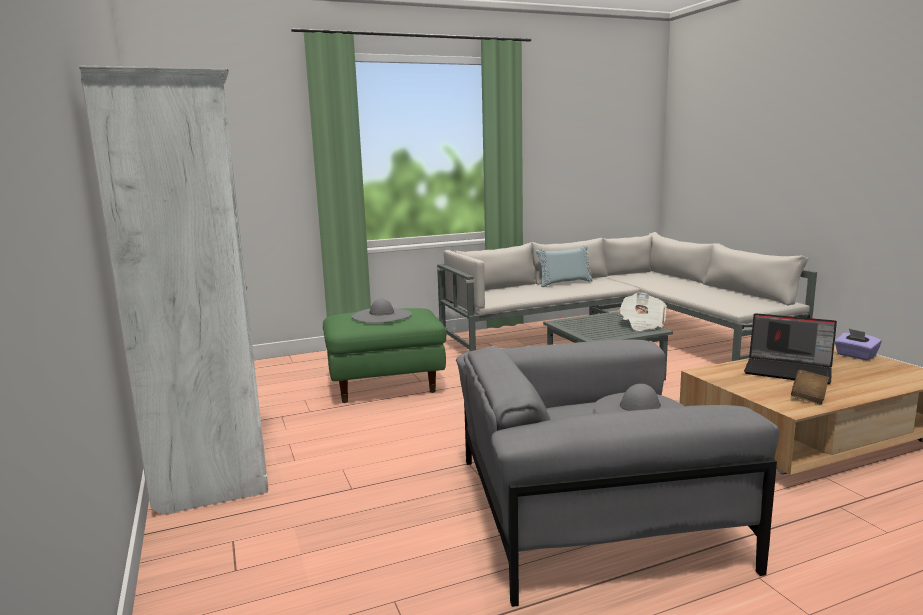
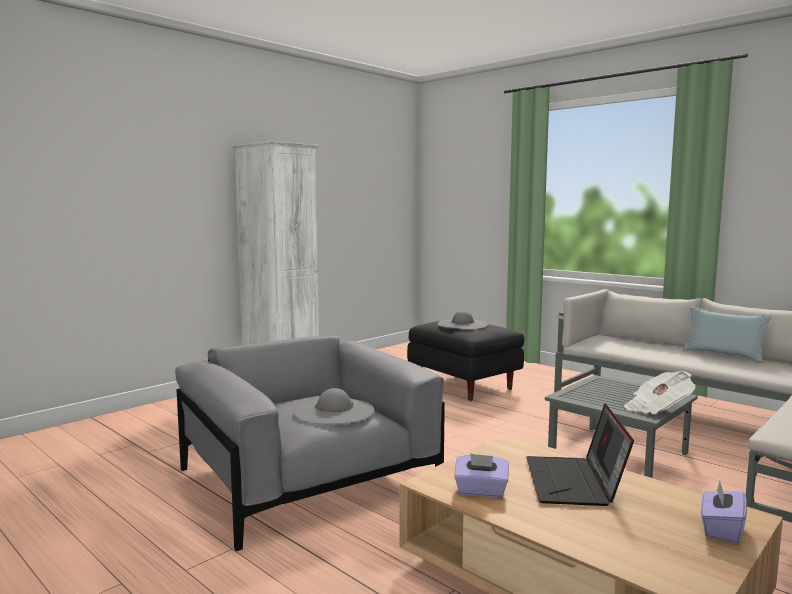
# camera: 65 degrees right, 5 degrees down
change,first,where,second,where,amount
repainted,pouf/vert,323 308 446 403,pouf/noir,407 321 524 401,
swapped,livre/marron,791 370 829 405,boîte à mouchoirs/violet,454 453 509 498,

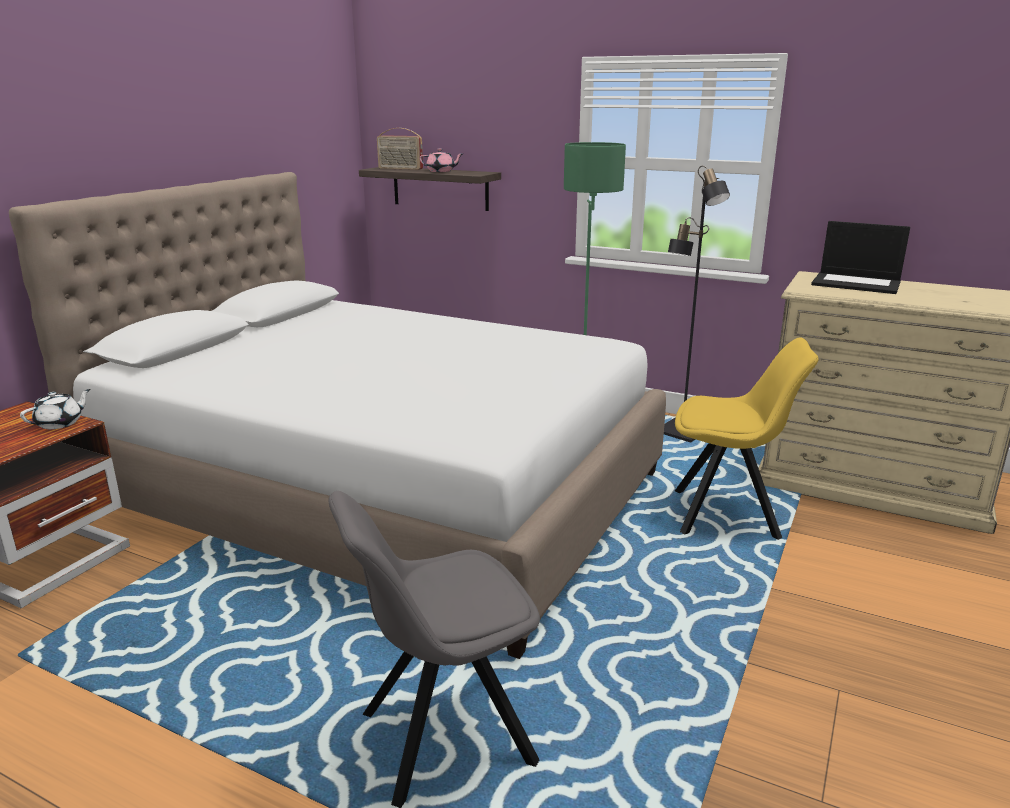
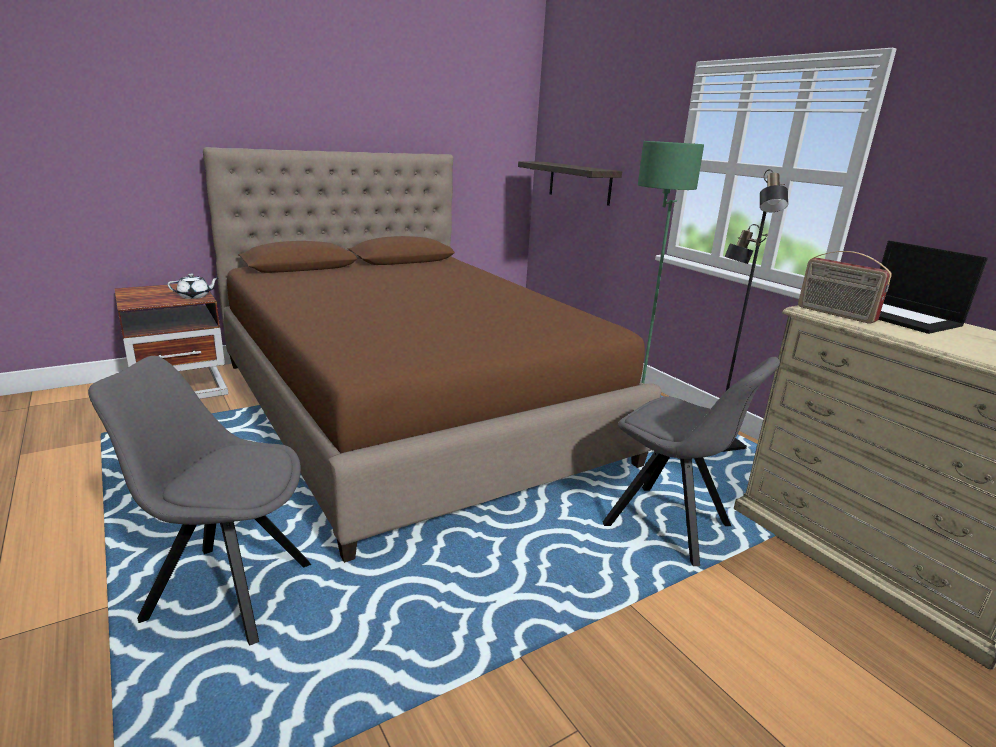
# camera: 30 degrees right, 0 degrees up
change,first,where,second,where,amount
shifted,radio,377 128 423 170,,798 251 892 324,
gone,théière/rose,420 148 462 172,,,
repainted,lit/blanc,9 172 666 659,lit/marron,203 147 662 563,
repainted,chaise/jaune,675 337 819 540,chaise/gris,603 357 780 566,

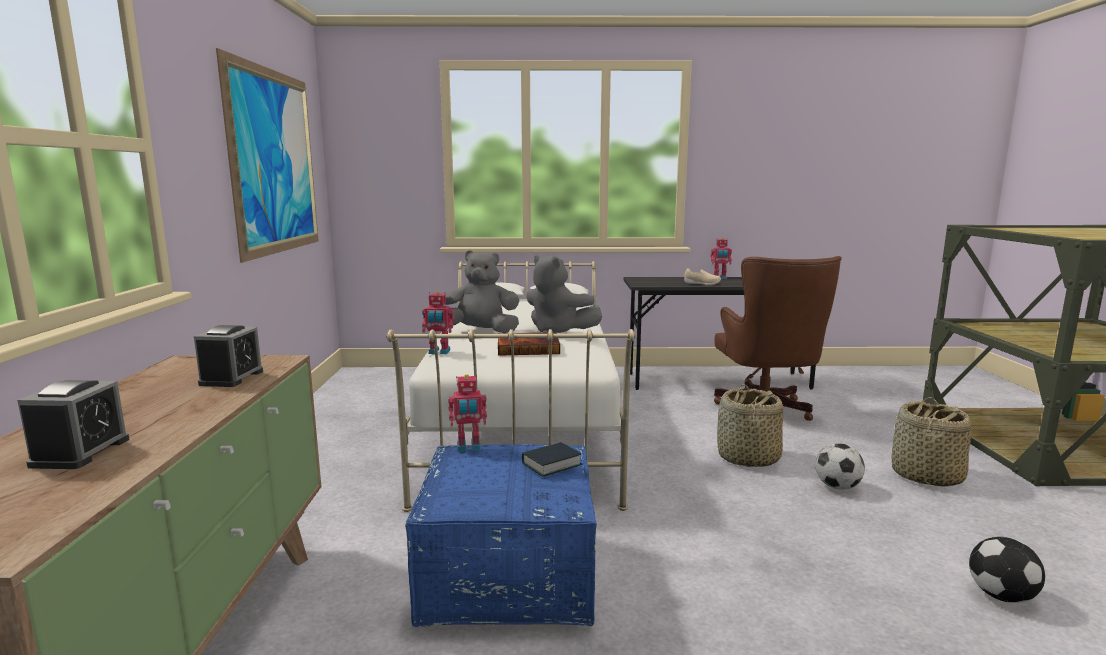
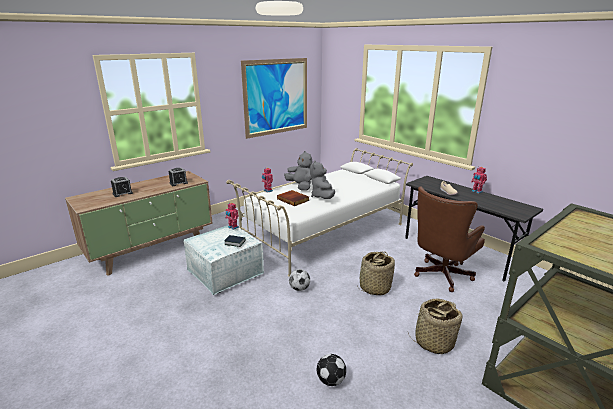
# camera: 50 degrees right, 10 degrees up
change,first,where,second,where,amount
shifted,ballon de foot,815 443 865 490,,289 269 310 291,
repainted,pouf/bleu,405 444 597 627,pouf/blanc,183 225 264 295,

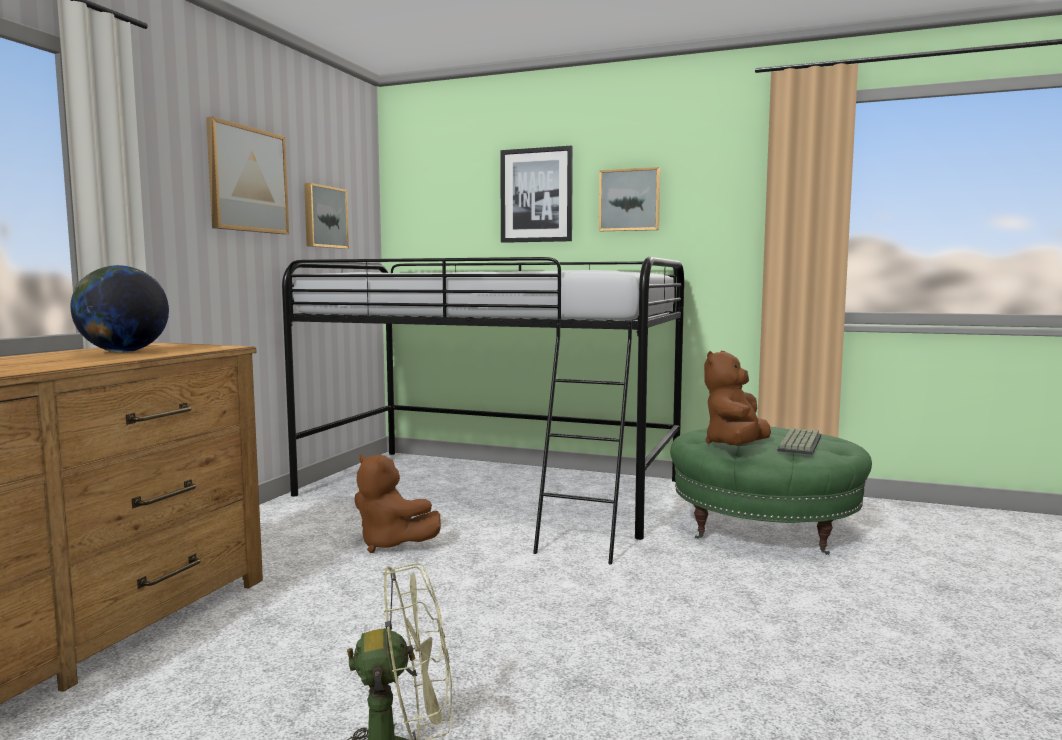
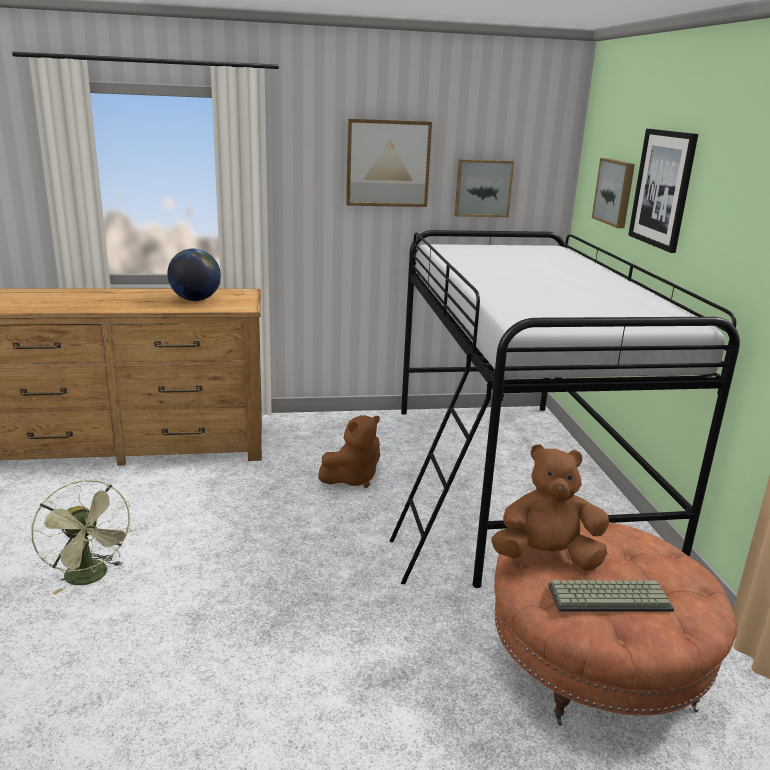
# camera: 60 degrees right, 15 degrees up
change,first,where,second,where,amount
shifted,tableau,599 167 661 231,,592 158 635 228,
repainted,pouf/vert,670 427 872 555,pouf/marron,494 519 737 726,
rotated,peluche/marron,354 454 441 553,,318 415 380 488,135 degrees counterclockwise

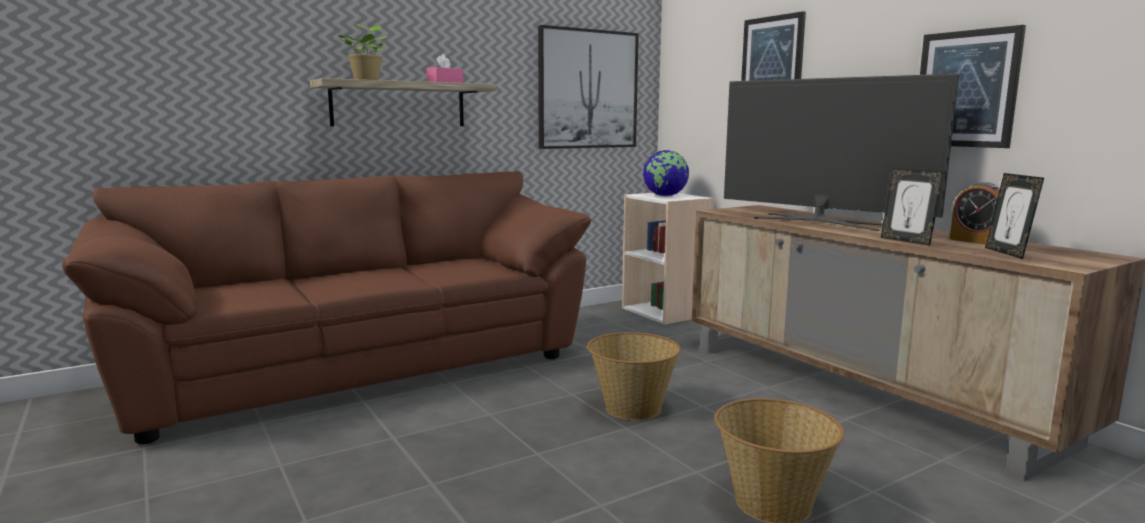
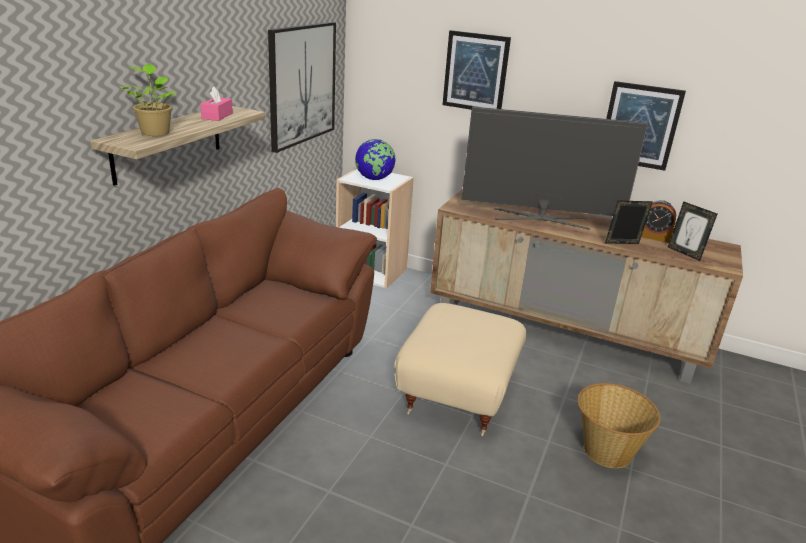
# camera: 35 degrees left, 15 degrees up
change,first,where,second,where,amount
rotated,cadre photo,881 168 944 246,,605 200 653 244,150 degrees clockwise
swapped,panier,587 332 681 420,pouf/beige,394 303 526 436,

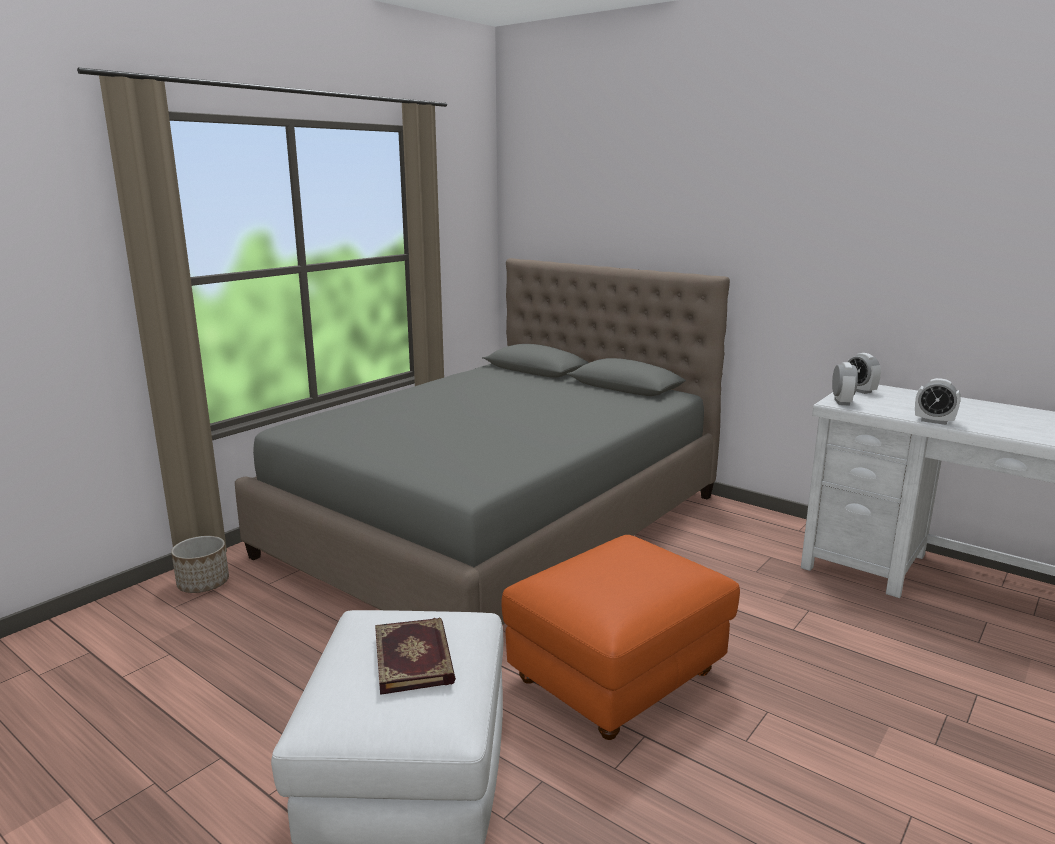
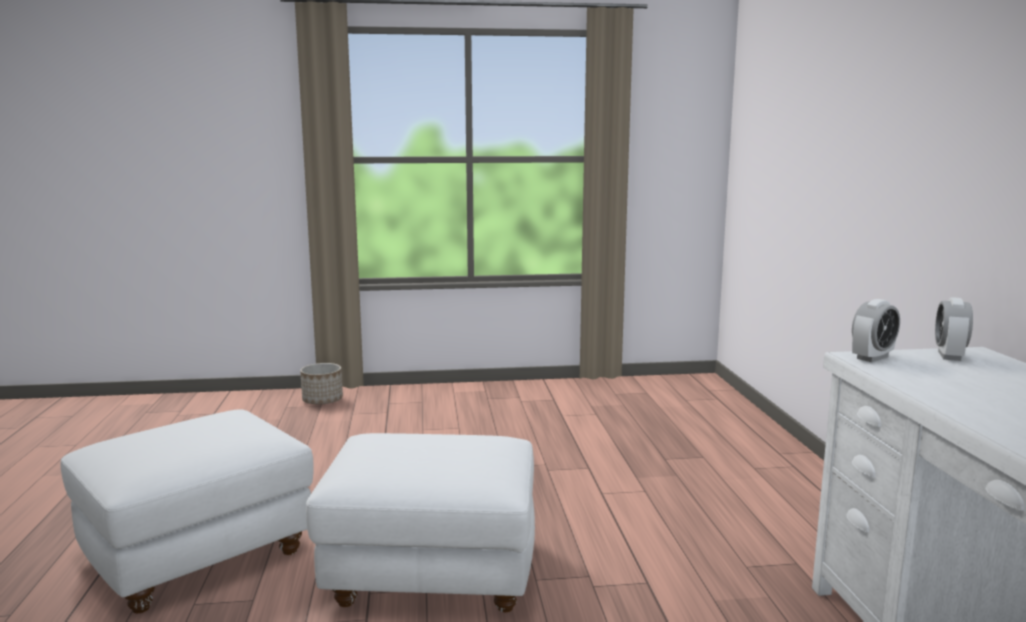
# camera: 45 degrees right, 5 degrees down
change,first,where,second,where,amount
gone,lit/gris,235 258 730 625,,,
gone,réveil,915 378 961 425,,,
repainted,pouf/orange,502 535 740 740,pouf/blanc,306 433 535 612,
gone,livre,375 618 456 695,,,

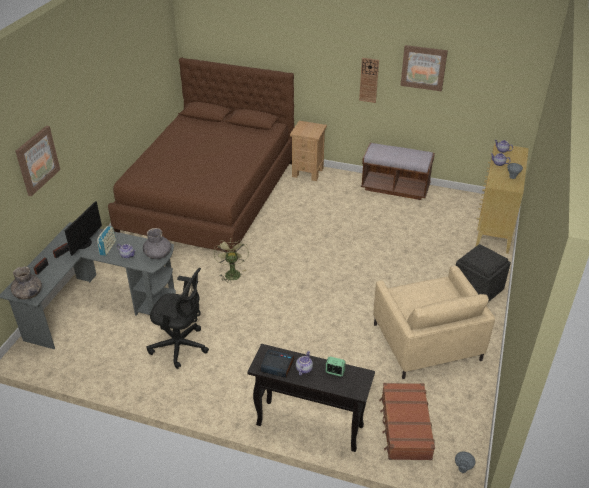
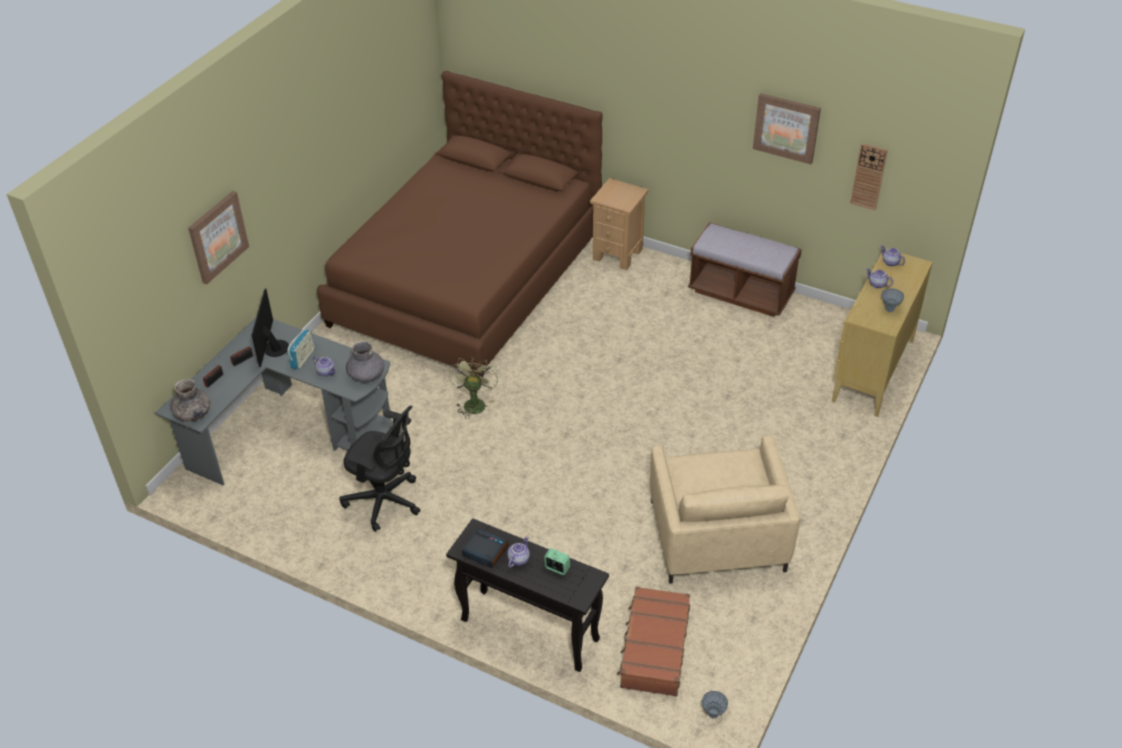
# camera: 10 degrees right, 5 degrees up
change,first,where,second,where,amount
shifted,horloge murale,359 58 379 103,,850 143 888 210,
rotated,écran d'ordinateur,64 201 102 256,,252 289 289 367,150 degrees clockwise
gone,pouf/gris,456 244 511 302,,,

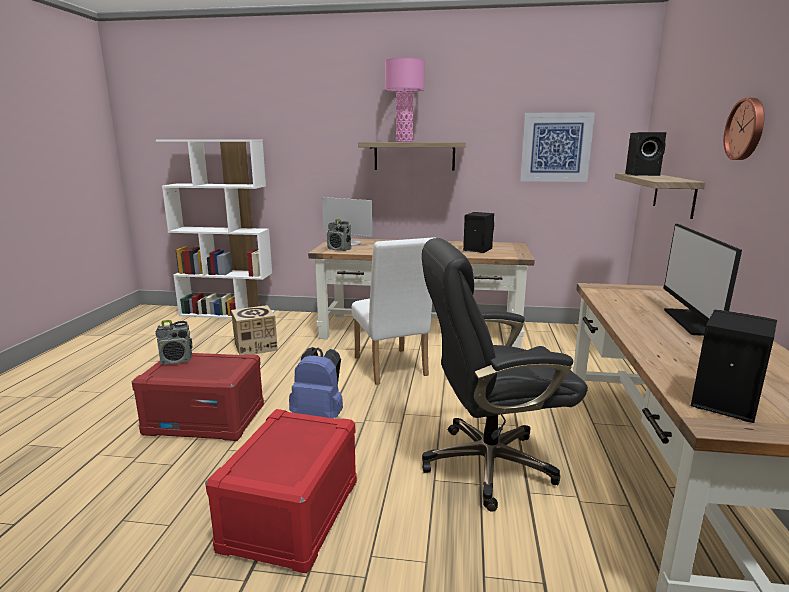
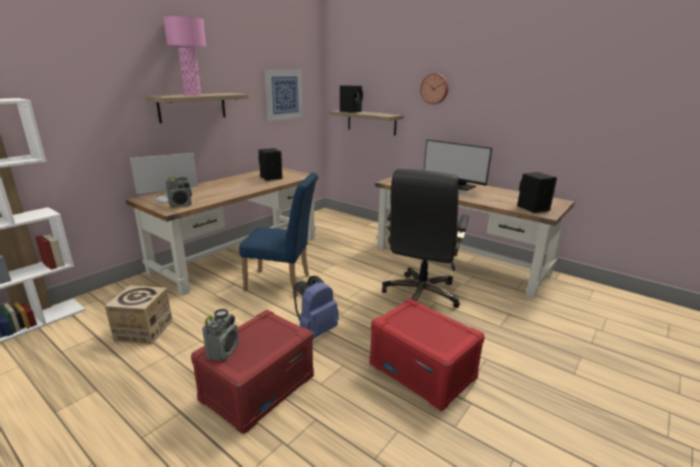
# camera: 60 degrees left, 5 degrees up
change,first,where,second,where,amount
repainted,chaise/blanc,352 237 435 385,chaise/bleu,239 173 318 297,

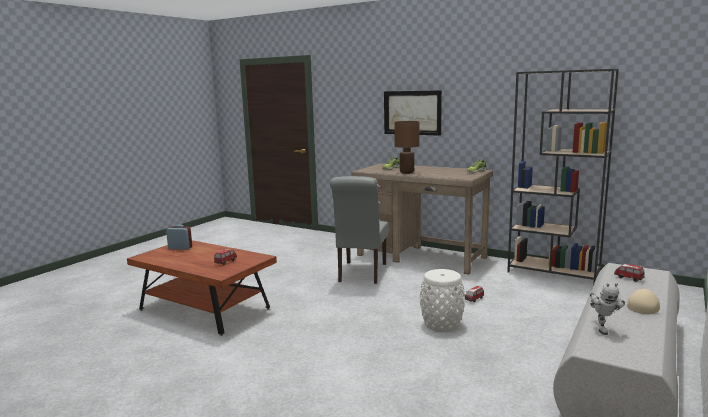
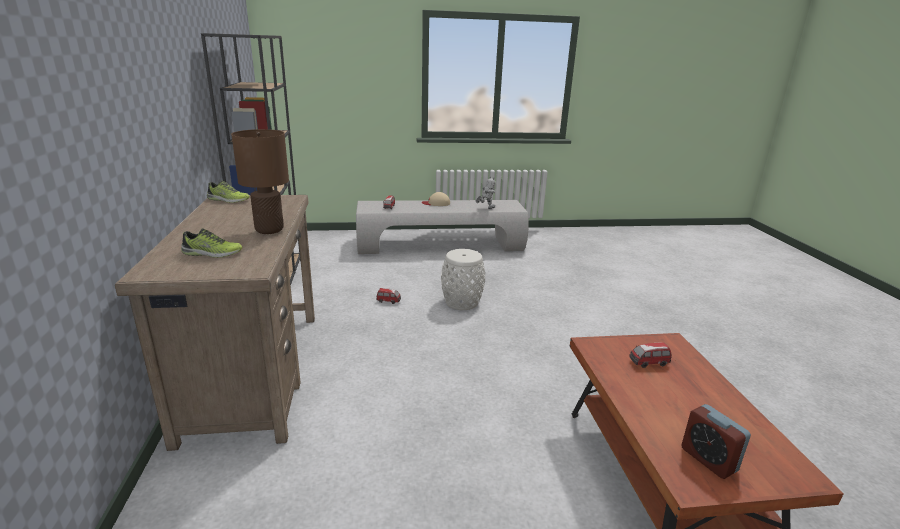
# camera: 130 degrees left, 10 degrees up
change,first,where,second,where,amount
gone,tableau,384 90 442 136,,,
gone,chaise/gris,330 176 389 284,,,

